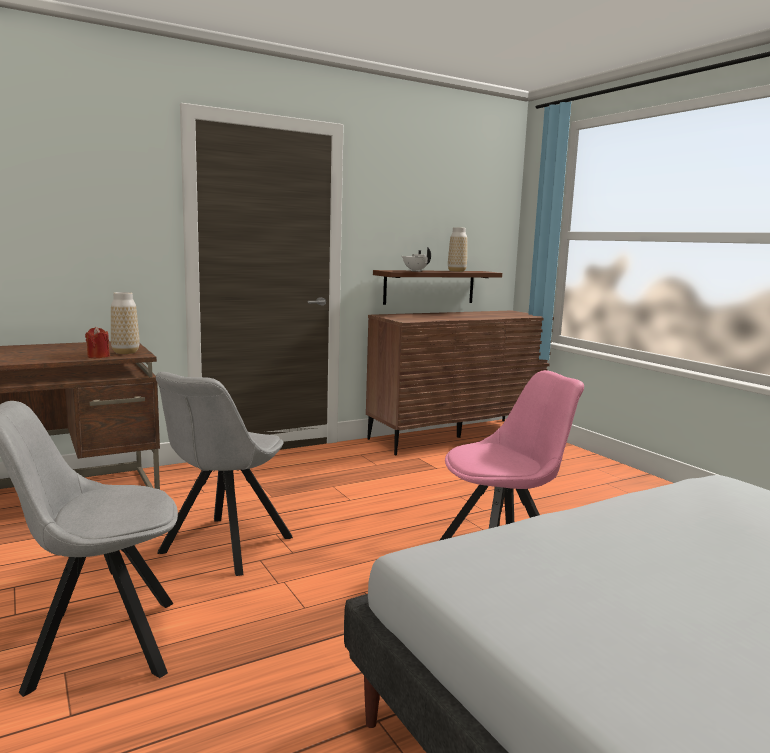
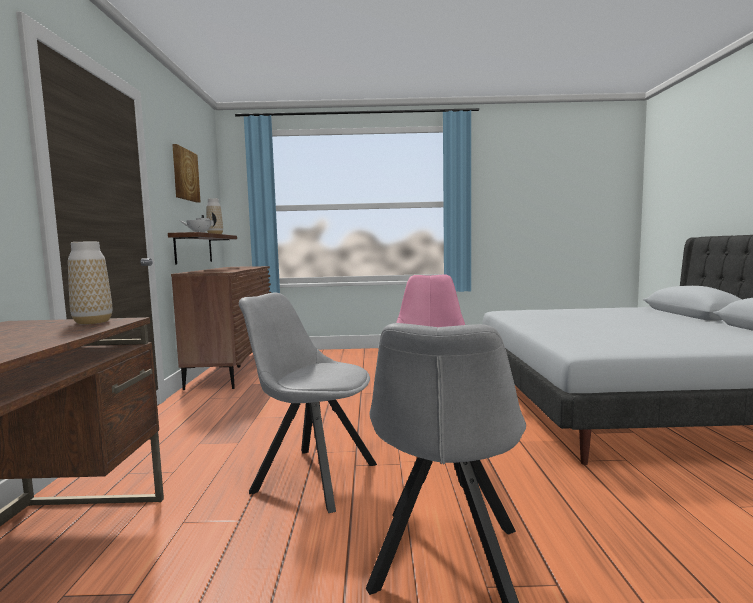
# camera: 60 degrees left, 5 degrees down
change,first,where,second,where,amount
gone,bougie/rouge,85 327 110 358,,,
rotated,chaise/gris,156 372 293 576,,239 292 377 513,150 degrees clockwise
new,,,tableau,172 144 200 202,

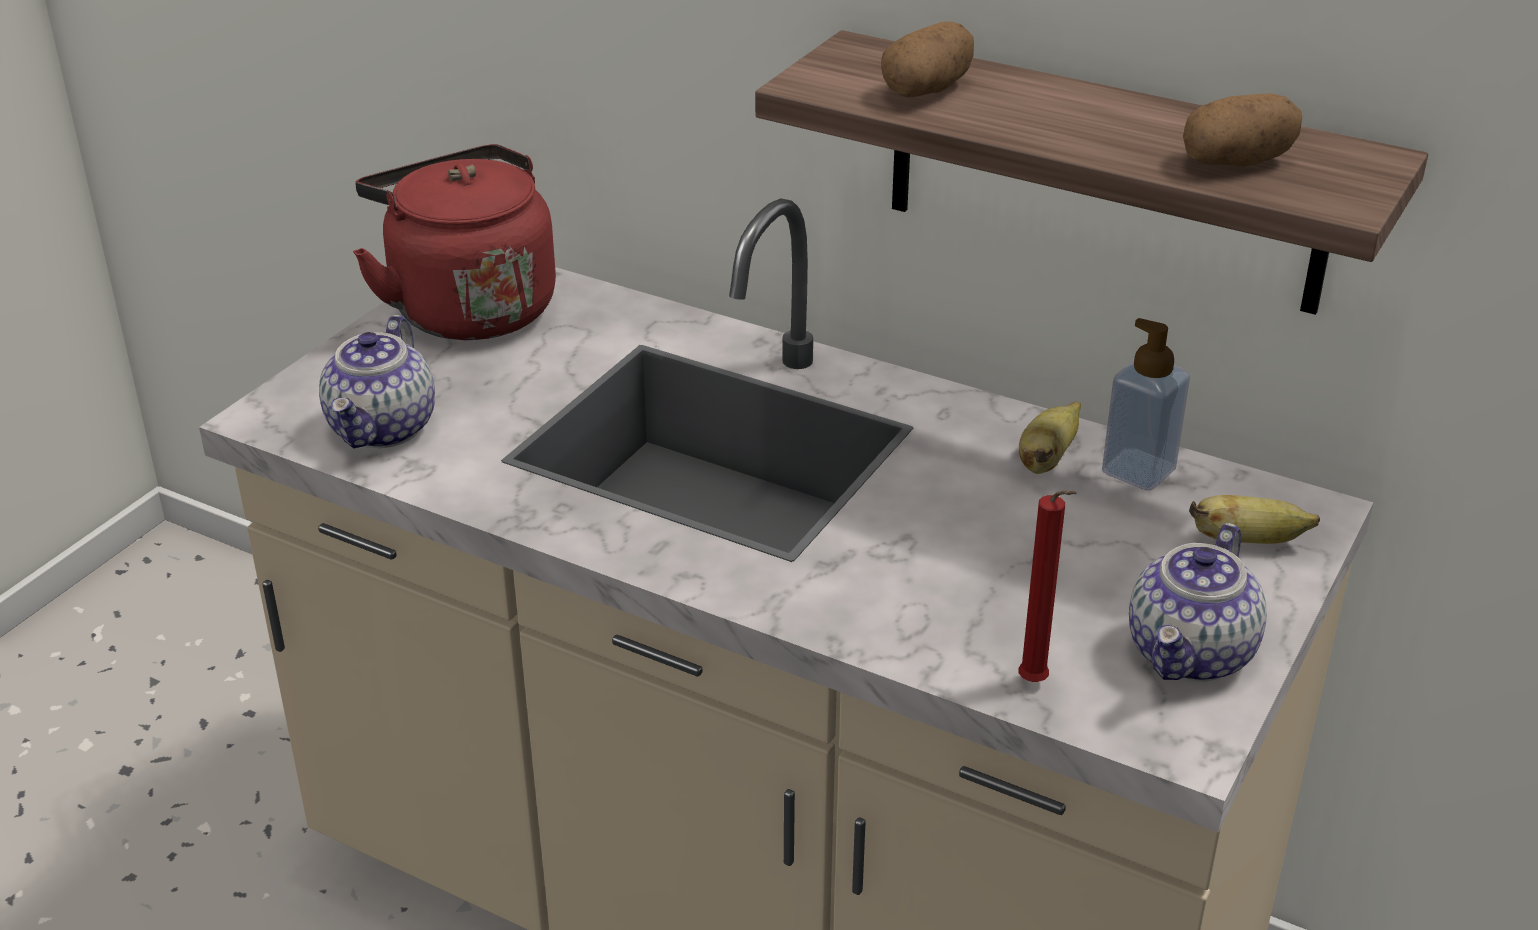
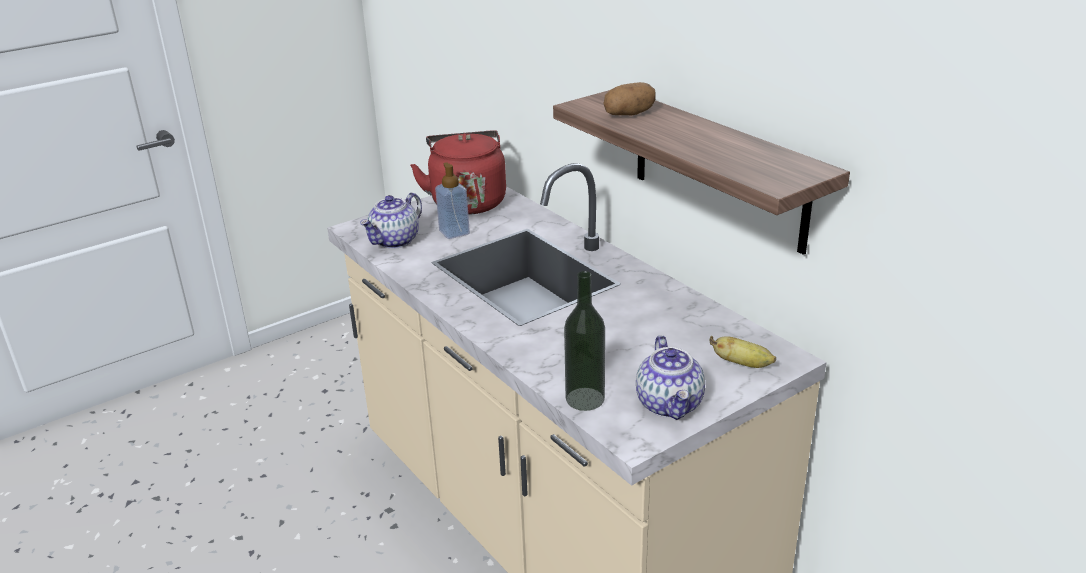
# camera: 25 degrees right, 5 degrees down
change,first,where,second,where,amount
gone,pomme de terre,1183 93 1302 166,,,
shifted,distributeur de savon,1102 318 1190 491,,435 162 470 239,
gone,banane,1019 402 1081 474,,,
swapped,bougie/rouge,1018 490 1076 682,bouteille,564 271 605 411,
rotated,théière,1129 523 1267 682,,636 335 705 420,60 degrees counterclockwise

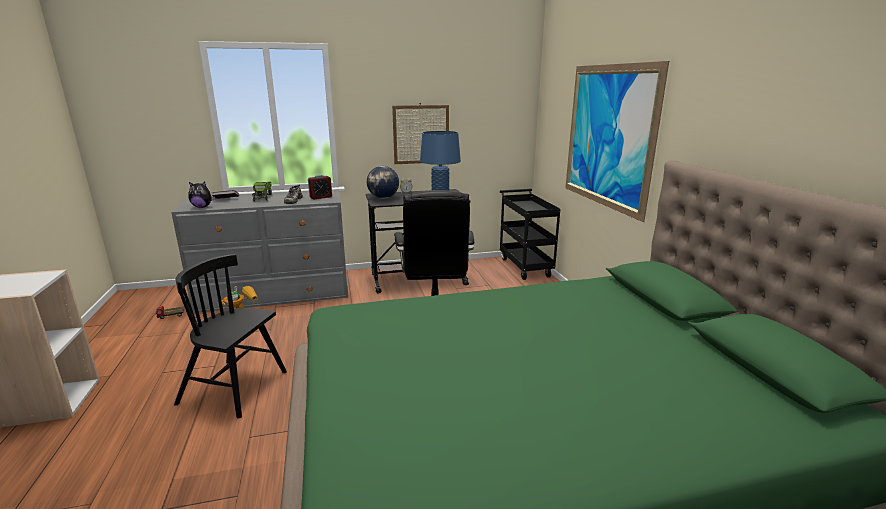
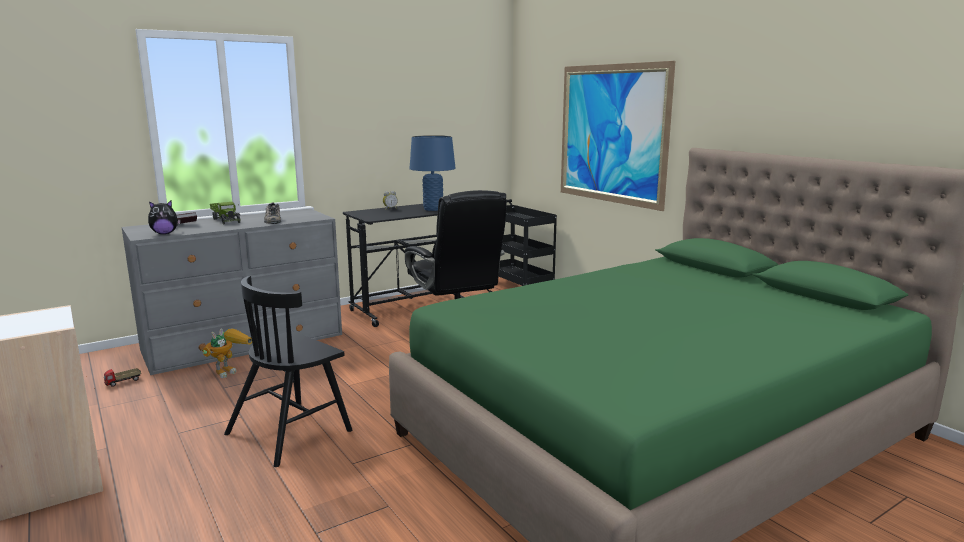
# camera: 20 degrees left, 5 degrees down
change,first,where,second,where,amount
gone,tableau,392 103 449 164,,,
gone,globe,367 166 399 199,,,
gone,réveil,308 175 332 199,,,
rotated,chaise/noir,174 254 287 419,,224 276 352 467,45 degrees counterclockwise

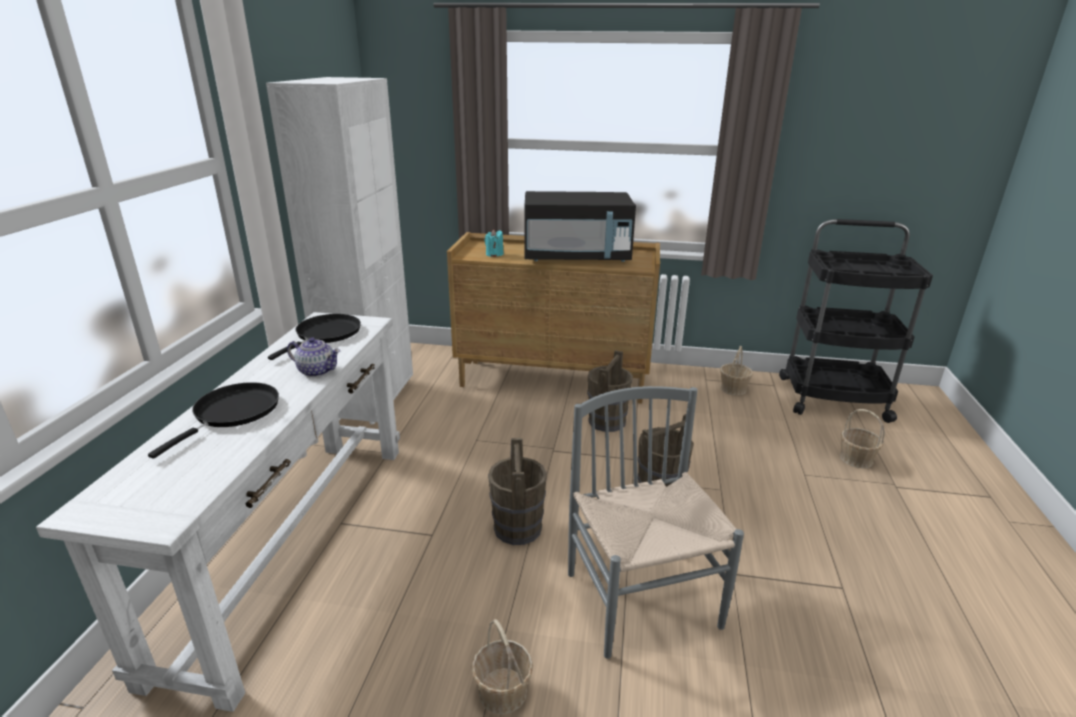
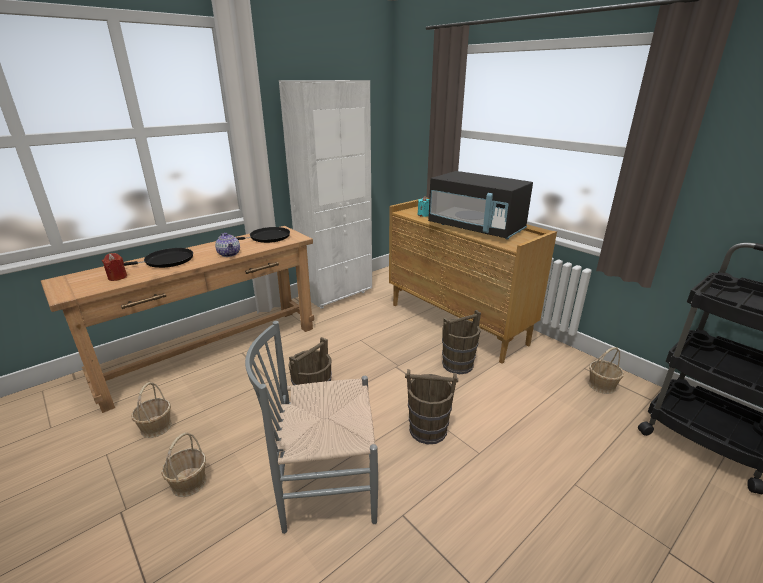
# camera: 40 degrees right, 0 degrees up
change,first,where,second,where,amount
repainted,table console/blanc,36 312 400 712,table console/marron,41 226 314 413,
rotated,chaise/gris,568 386 744 659,,245 321 378 534,120 degrees counterclockwise
shifted,panier,840 409 885 468,,131 382 172 438,
new,,,bougie/rouge,102 253 127 281,

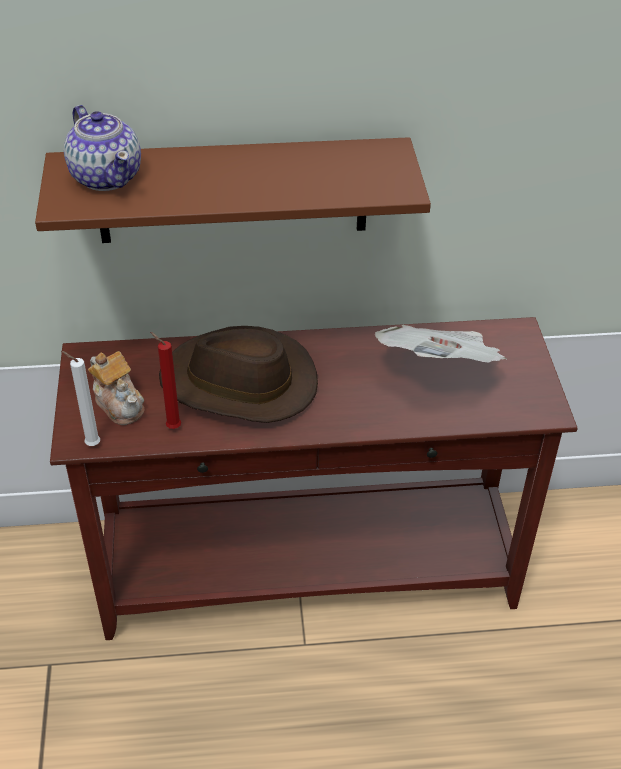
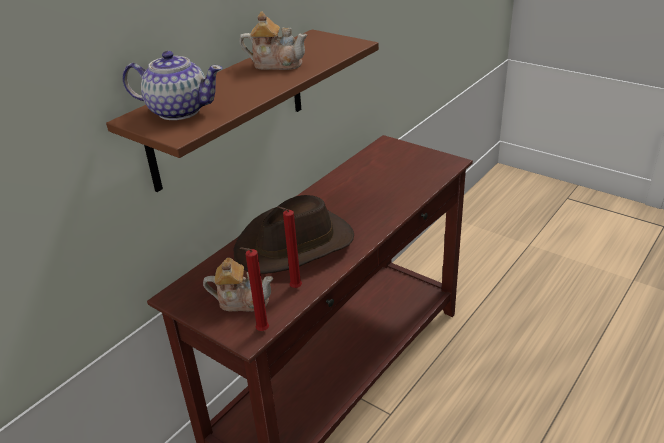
# camera: 45 degrees left, 10 degrees down
change,first,where,second,where,amount
gone,journal,375 325 507 362,,,
repainted,bougie/blanc,61 351 100 446,bougie/rouge,239 247 269 331,
new,,,théière,239 11 307 70,

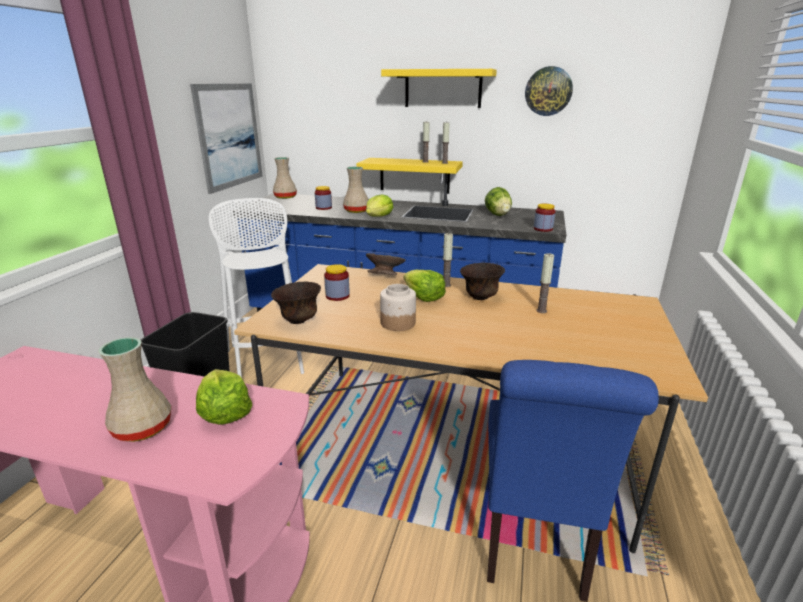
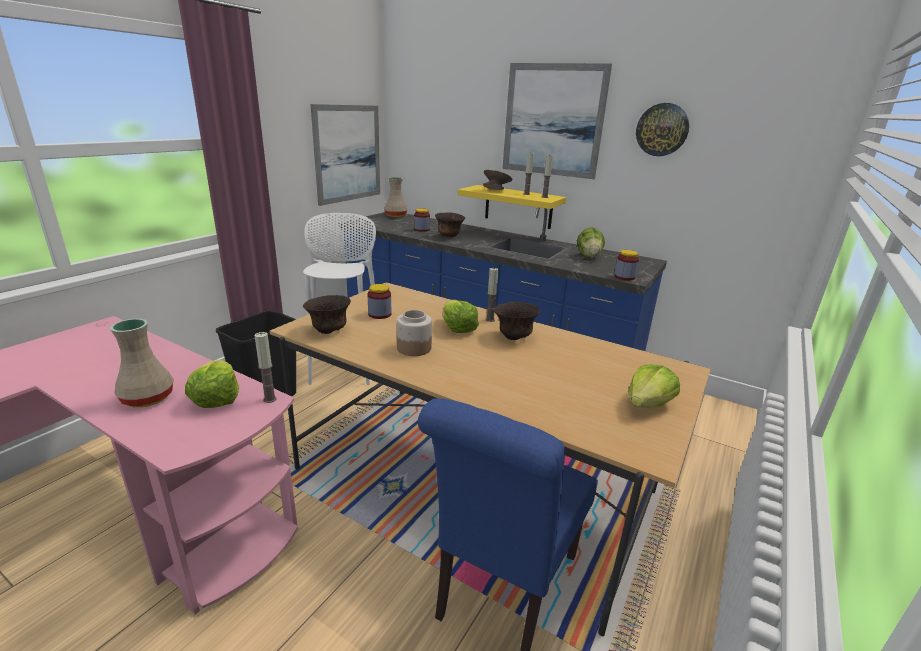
# camera: 15 degrees right, 0 degrees up
change,first,where,second,where,amount
swapped,étagère/jaune,381 69 497 108,tableau,503 63 612 179,
swapped,vase/beige,343 166 368 213,bol/marron,435 213 465 237,
shifted,laitue,366 194 393 217,,628 364 680 408,
shifted,bol/gris,366 253 406 275,,483 170 513 190,
shifted,bougie,536 253 554 313,,255 332 277 403,

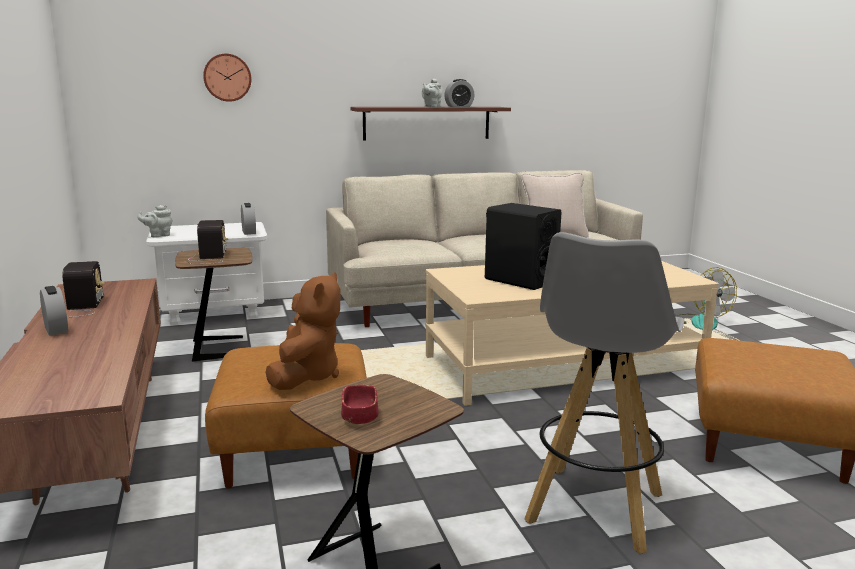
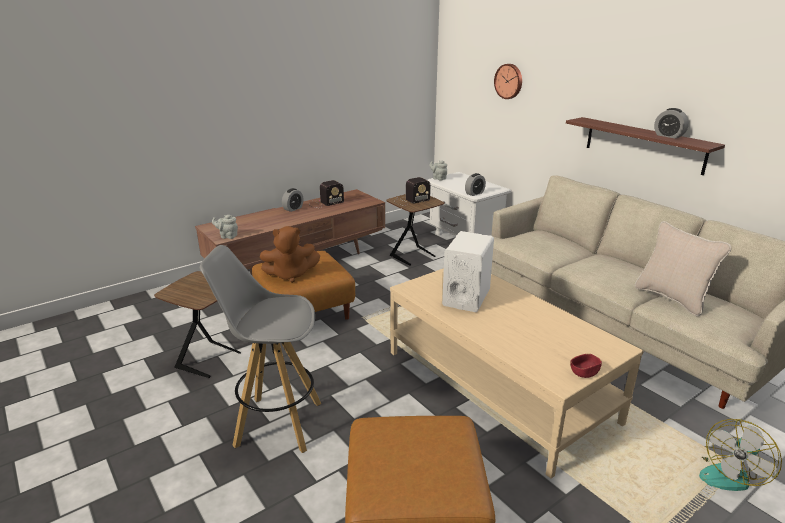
# camera: 70 degrees right, 10 degrees up
change,first,where,second,where,amount
shifted,théière/gris,422 79 442 107,,212 215 238 239,
repainted,enceinte/noir,485 203 562 290,enceinte/blanc,442 231 494 312,
shifted,bol/rouge,341 385 379 424,,570 354 602 378,

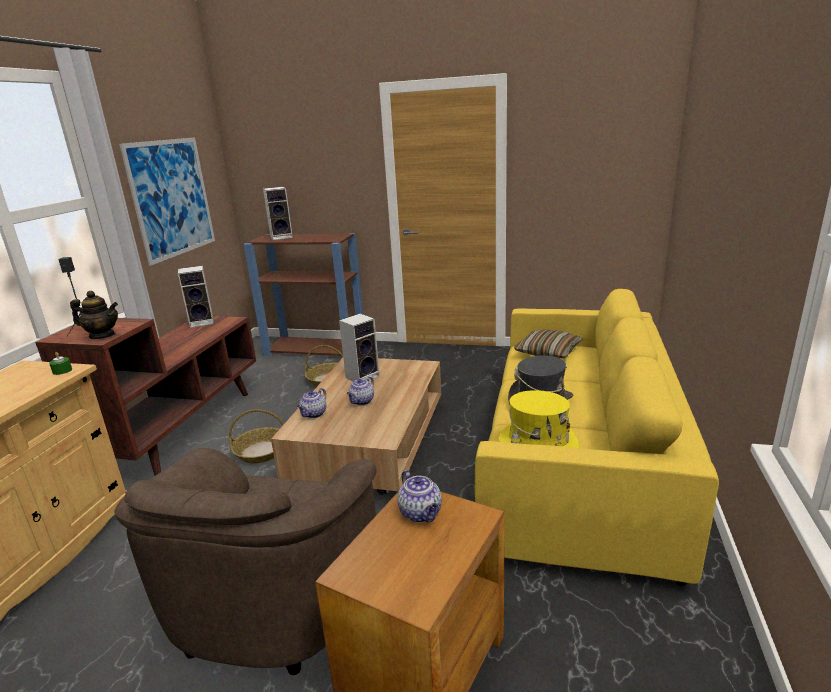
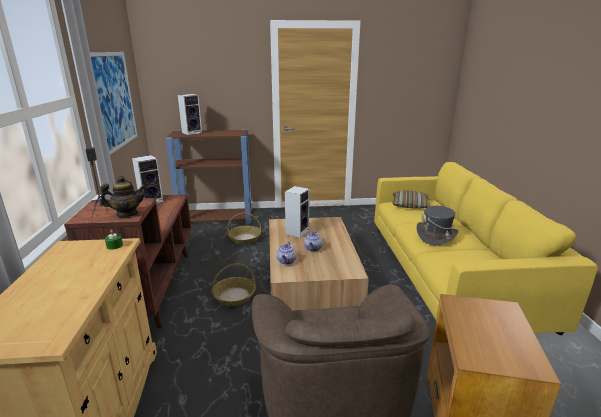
# camera: 20 degrees left, 0 degrees up
change,first,where,second,where,amount
gone,chapeau/jaune,498 390 579 448,,,
gone,théière,397 470 442 523,,,

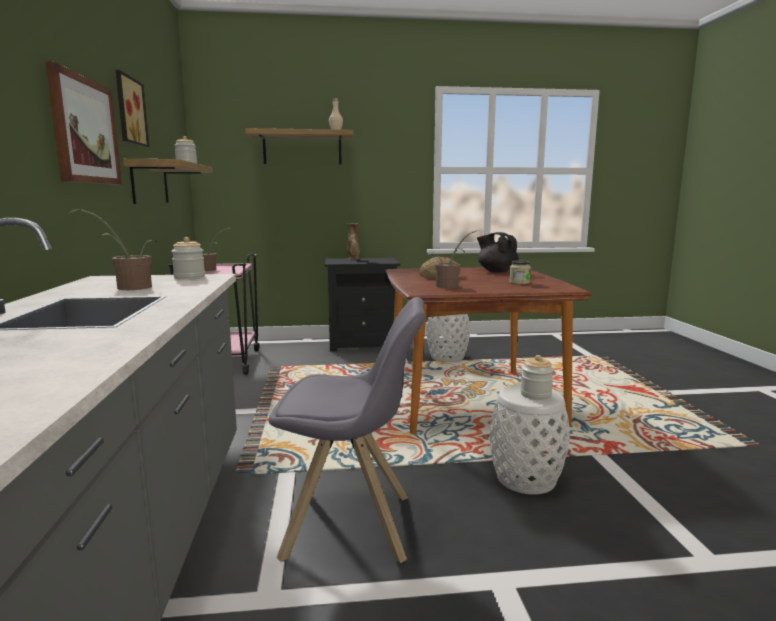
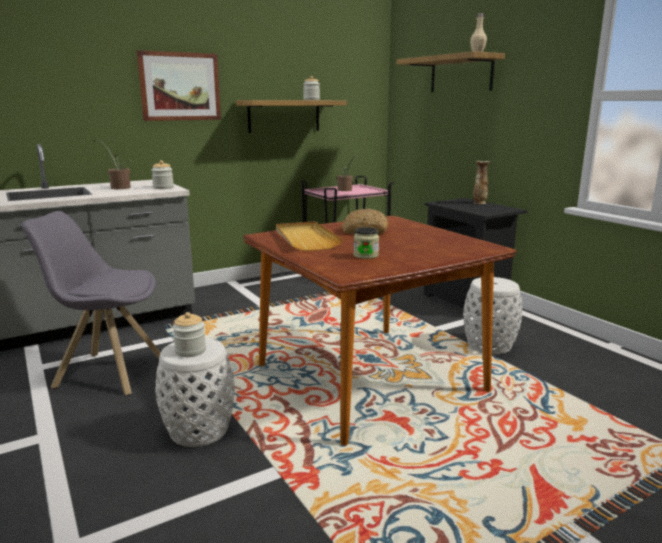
# camera: 65 degrees right, 5 degrees up
change,first,where,second,where,amount
gone,tableau,115 70 149 147,,,
swapped,plante en pot,428 230 481 288,plateau/beige,276 221 344 251,
gone,théière/noir,477 232 519 273,,,
rotated,chaise/gris,269 297 426 563,,22 211 161 395,120 degrees clockwise

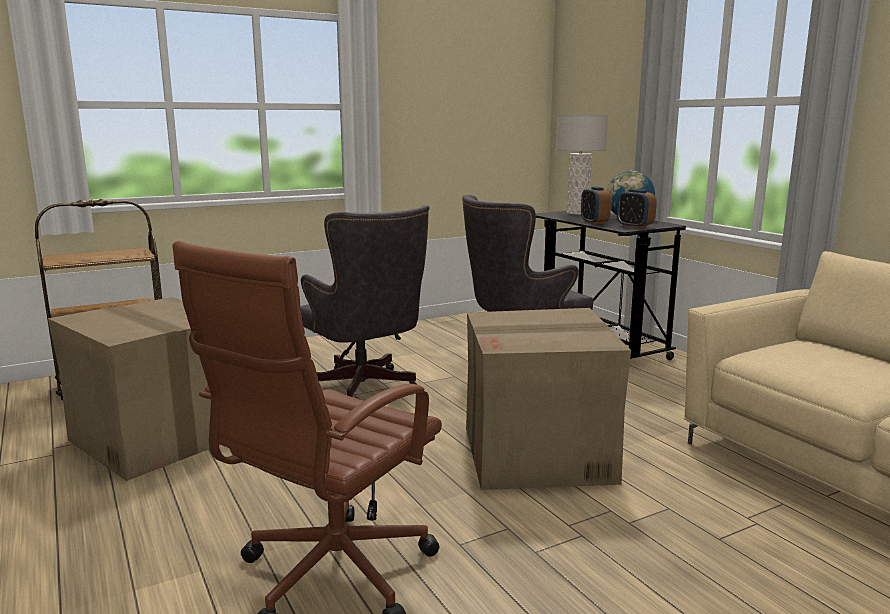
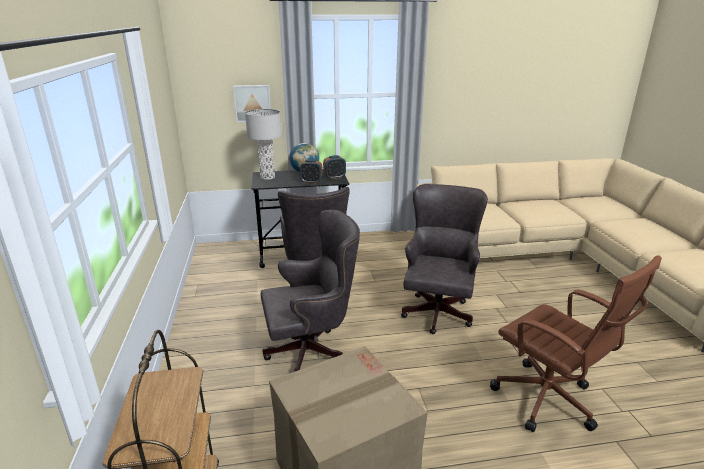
# camera: 70 degrees left, 10 degrees up
change,first,where,second,where,amount
swapped,carton,466 308 631 490,chaise de bureau/gris,401 184 488 334,
new,,,tableau,233 85 271 122,

